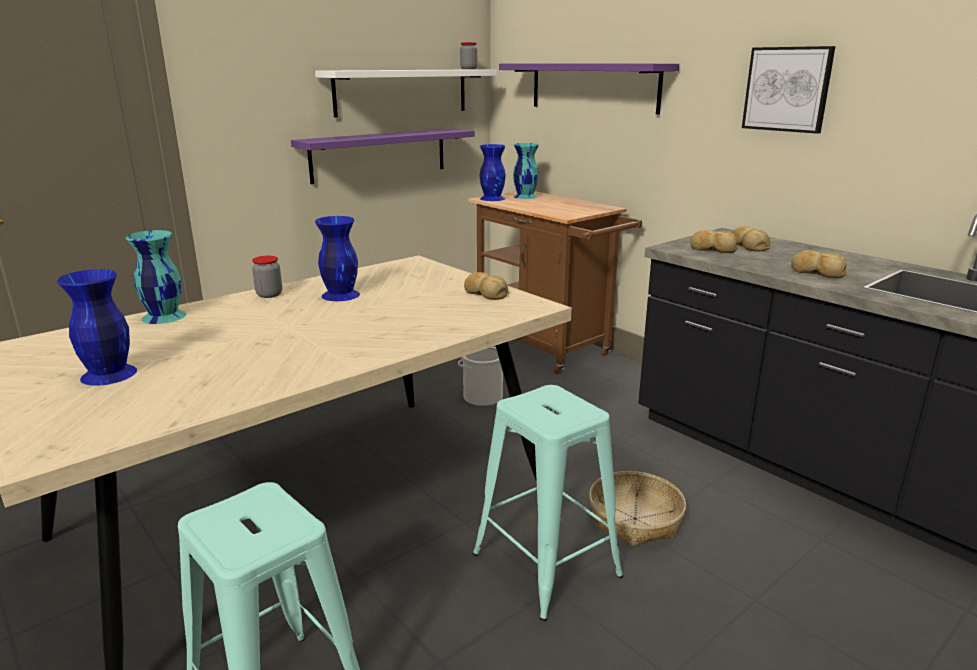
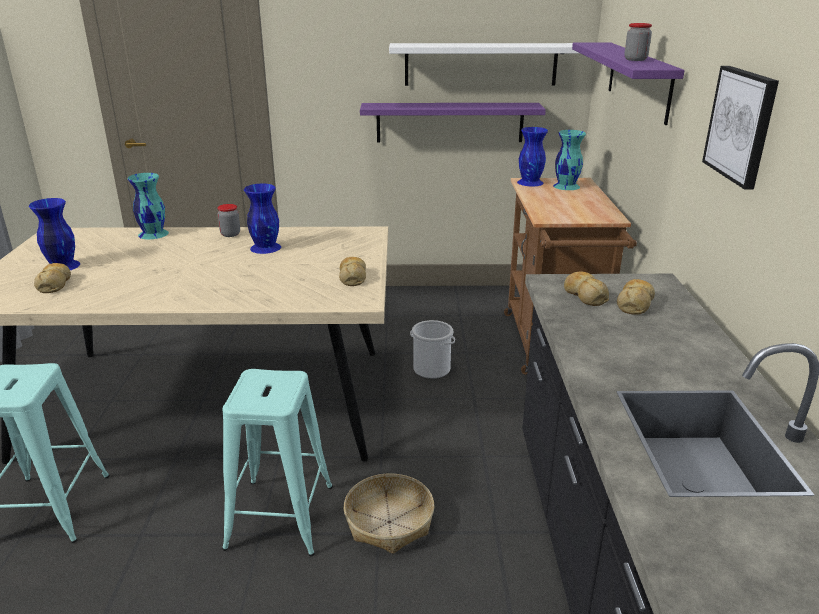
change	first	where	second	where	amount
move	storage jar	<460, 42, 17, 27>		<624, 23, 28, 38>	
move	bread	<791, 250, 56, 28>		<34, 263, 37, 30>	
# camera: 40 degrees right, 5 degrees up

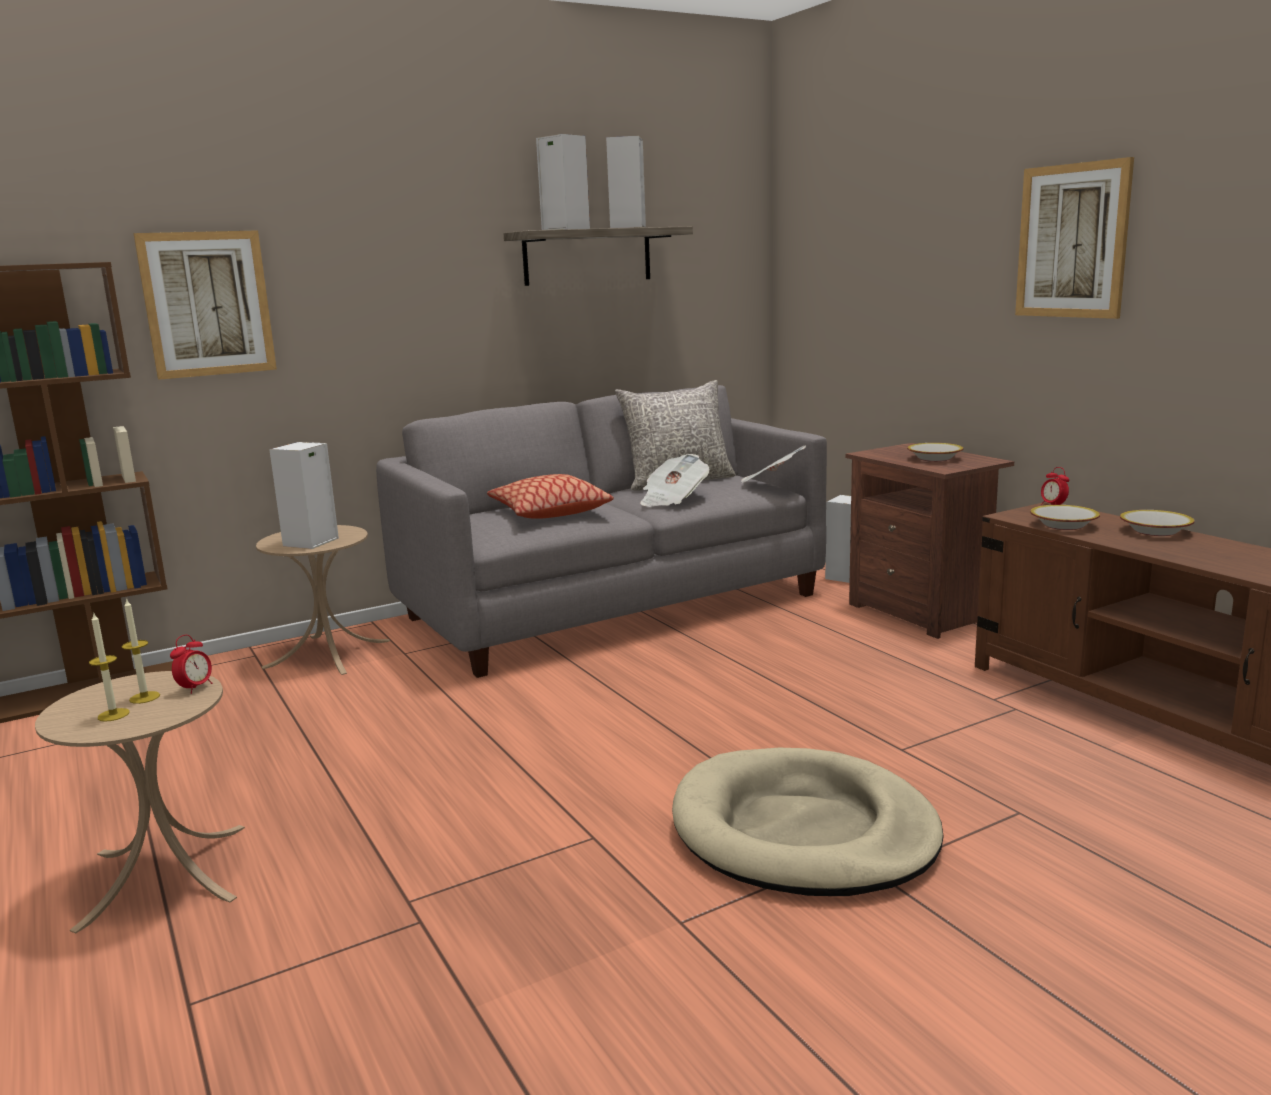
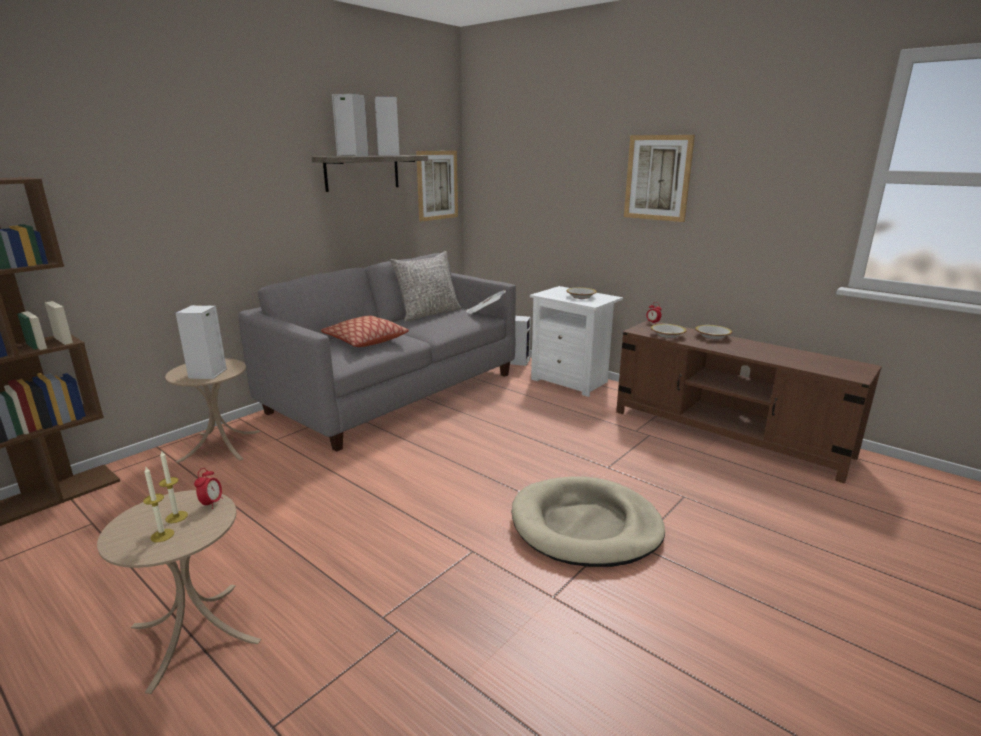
change	first	where	second	where	amount
move	wall picture	<134, 230, 143, 150>		<416, 151, 42, 71>	
delete	printed paper	<640, 454, 69, 53>			
recolor	brownish nightstand	<846, 443, 168, 196>	whitish nightstand	<530, 286, 93, 111>	
# camera: 20 degrees left, 5 degrees up

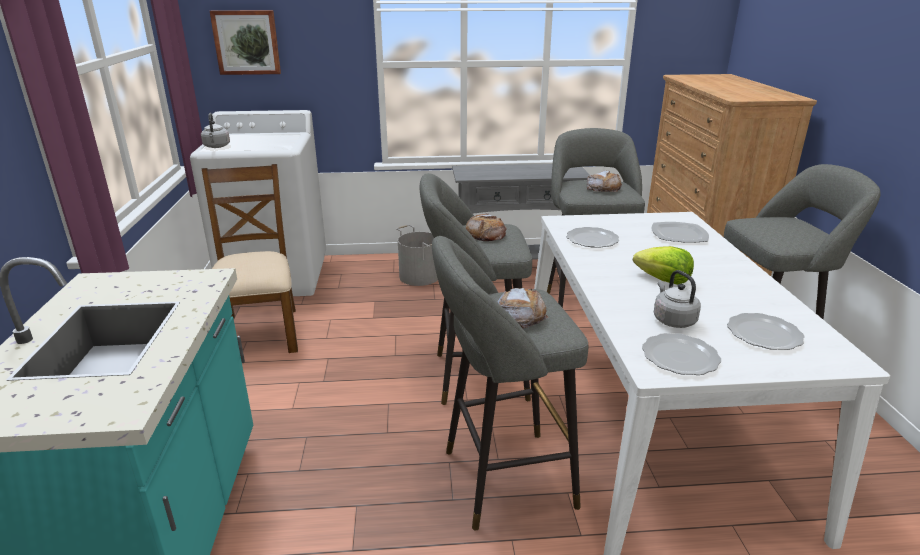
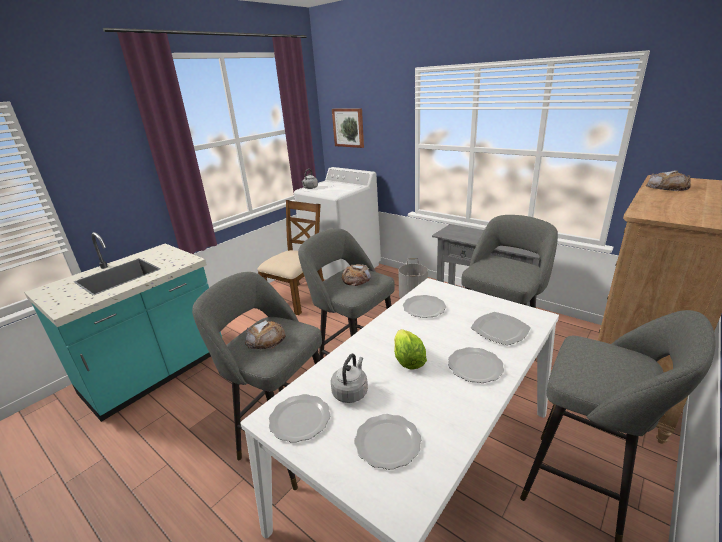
change	first	where	second	where	amount
move	bread	<587, 170, 35, 22>		<646, 170, 45, 21>	
insert			plate	<448, 347, 56, 36>	
# camera: 45 degrees right, 0 degrees up

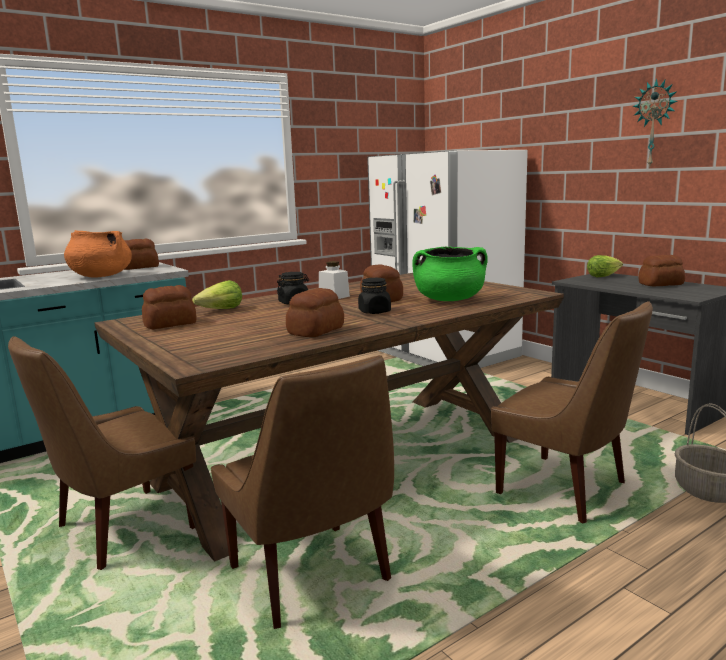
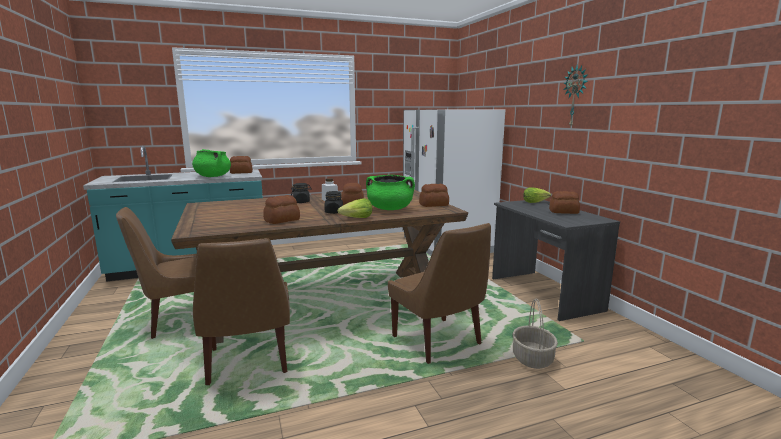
change	first	where	second	where	amount
recolor	orange-coloured cooking pot	<64, 230, 68, 48>	greenish cooking pot	<192, 149, 39, 28>	
move	bread	<142, 285, 55, 44>		<419, 184, 30, 23>	
move	lettuce head	<192, 280, 50, 29>		<338, 198, 34, 20>	
# camera: 15 degrees right, 0 degrees up

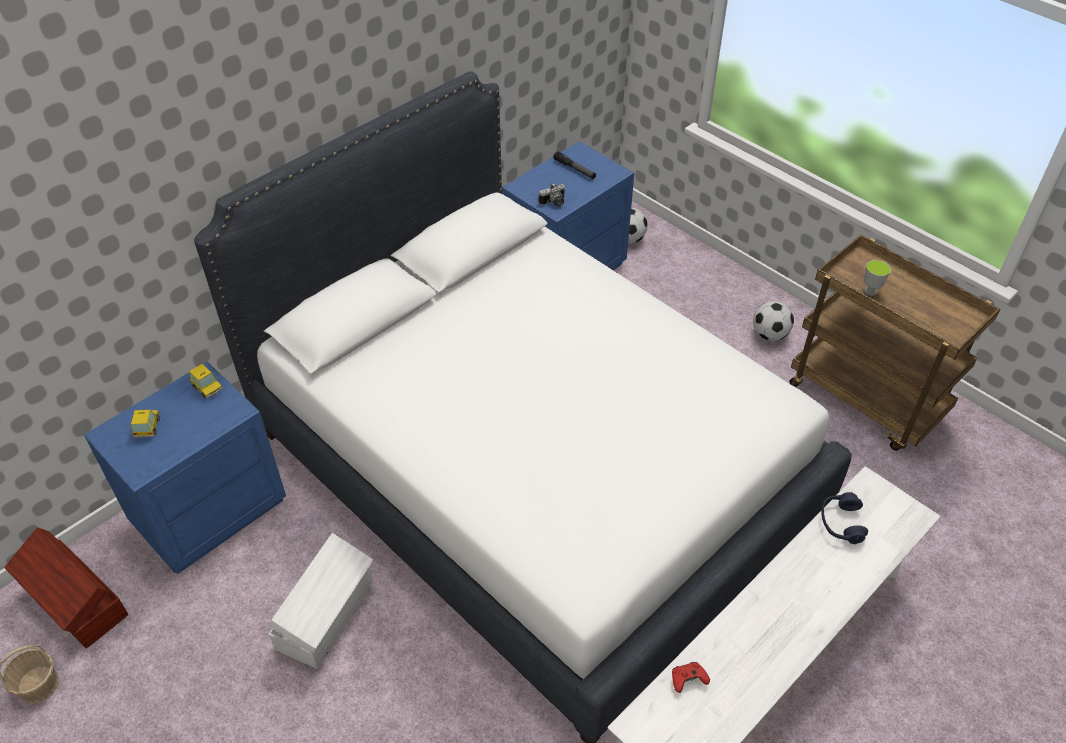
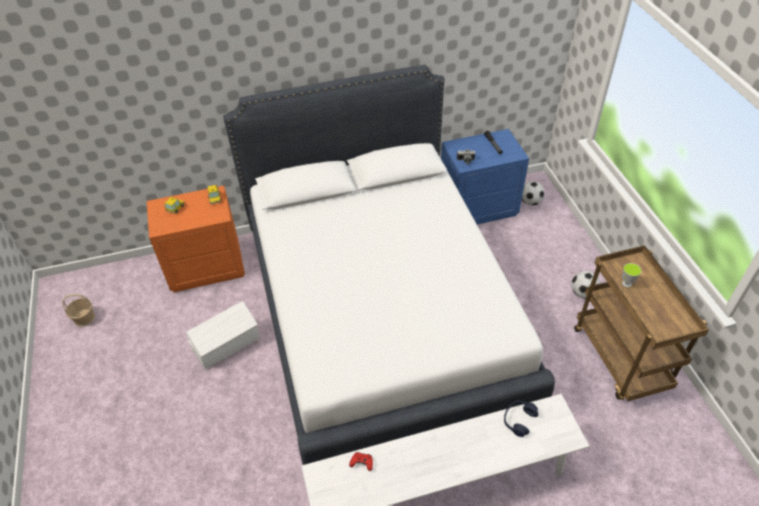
change	first	where	second	where	amount
delete	brownish storage box	<4, 527, 124, 122>			
recolor	blue-coloured nightstand	<84, 362, 202, 212>	orange-coloured nightstand	<146, 186, 99, 107>	
# camera: 30 degrees right, 0 degrees up

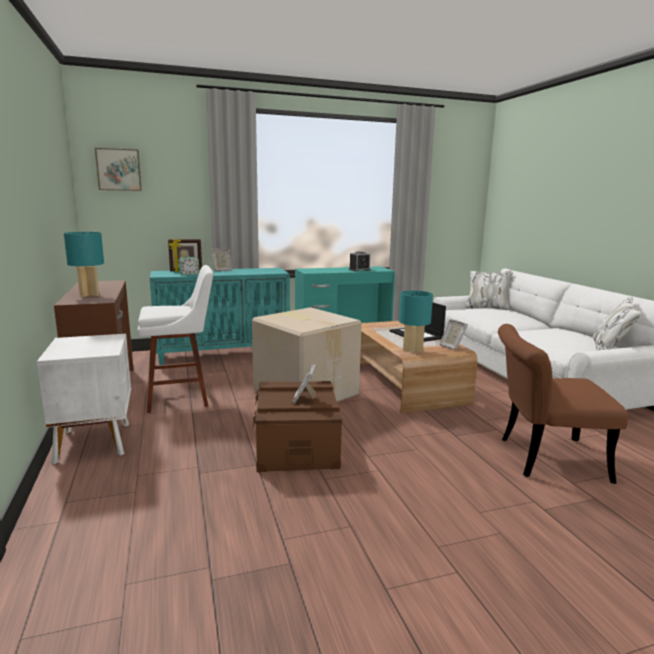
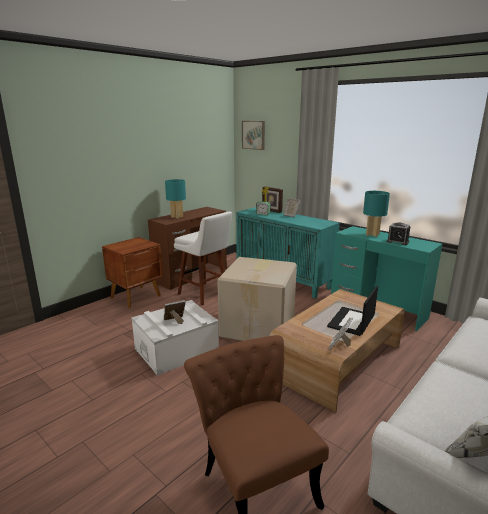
change	first	where	second	where	amount
recolor	whitish nightstand	<37, 334, 94, 130>	brownish nightstand	<102, 237, 61, 71>	
recolor	brownish storage box	<253, 381, 89, 91>	whitish storage box	<131, 300, 88, 76>	
move	turquoise lamp for a table	<399, 290, 34, 64>		<363, 191, 27, 46>	
# camera: 60 degrees right, 5 degrees up

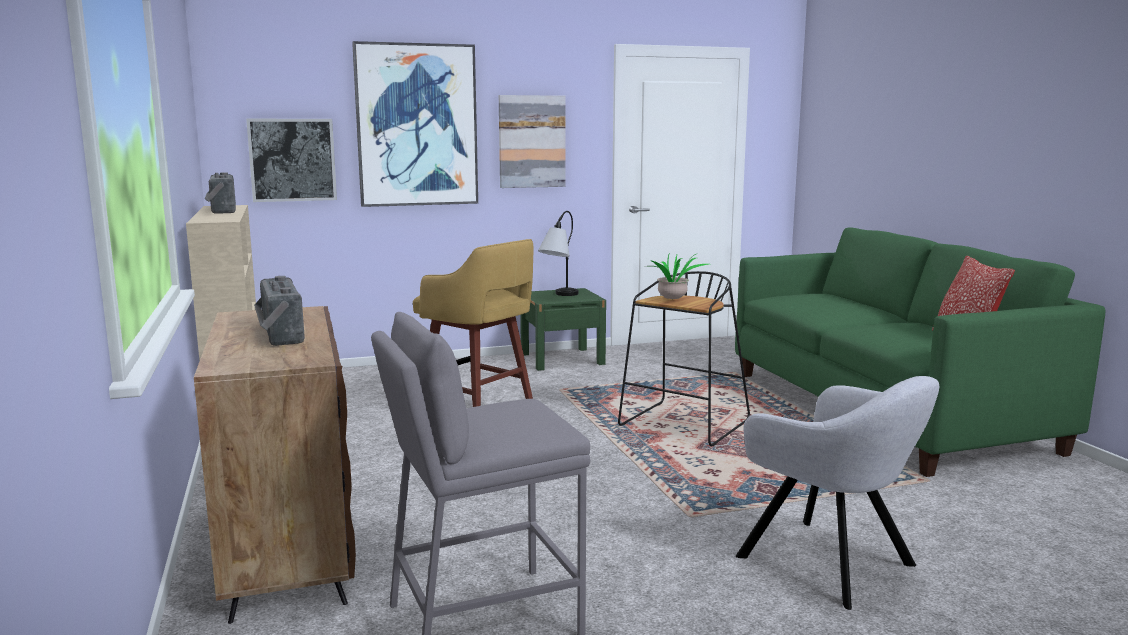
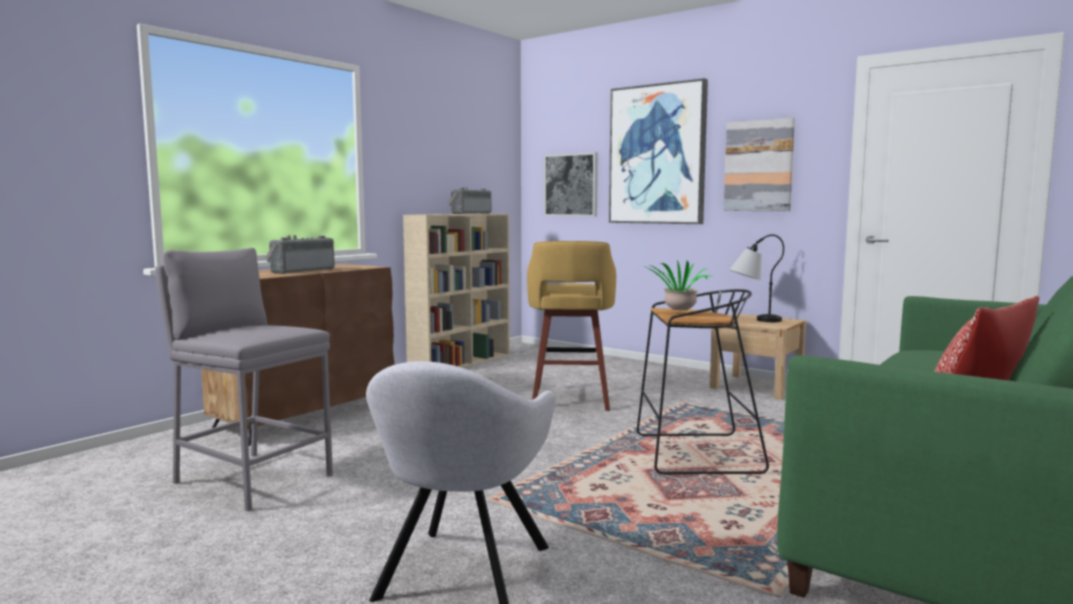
change	first	where	second	where	amount
recolor	greenish nightstand	<520, 288, 86, 83>	sand-coloured nightstand	<710, 314, 96, 86>	
# camera: 55 degrees right, 5 degrees down

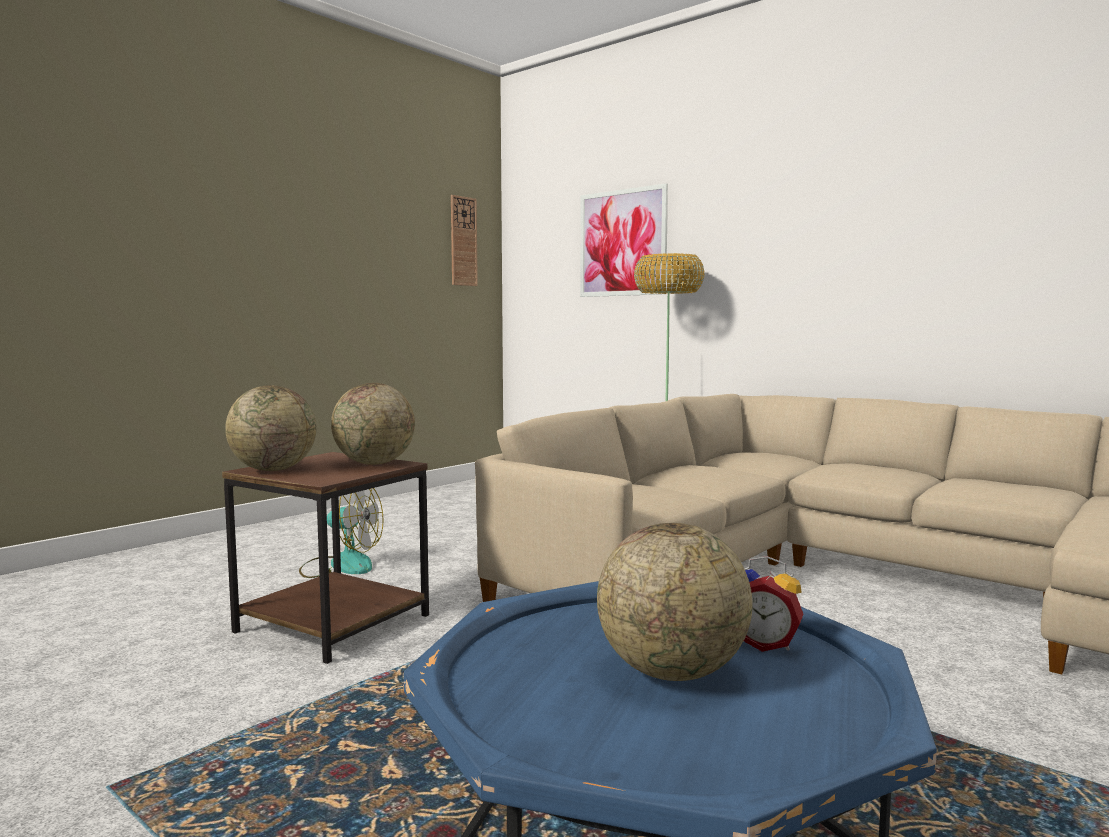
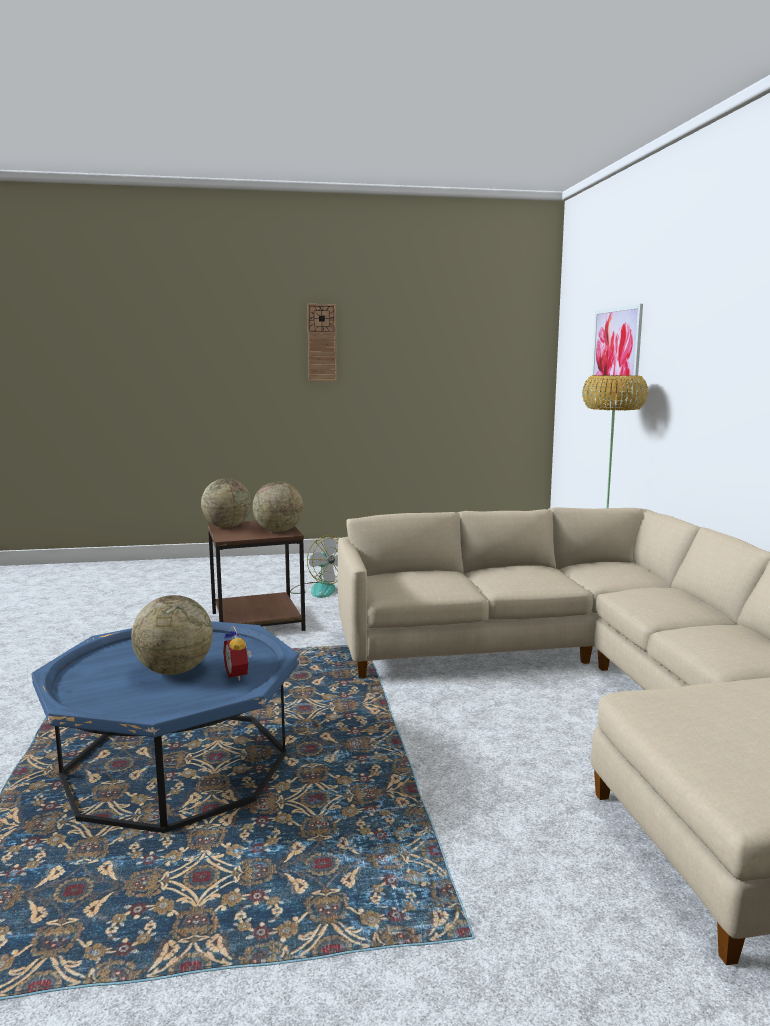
change	first	where	second	where	amount
move	wall clock	<451, 195, 27, 91>		<307, 304, 30, 77>	
# camera: 40 degrees right, 5 degrees up

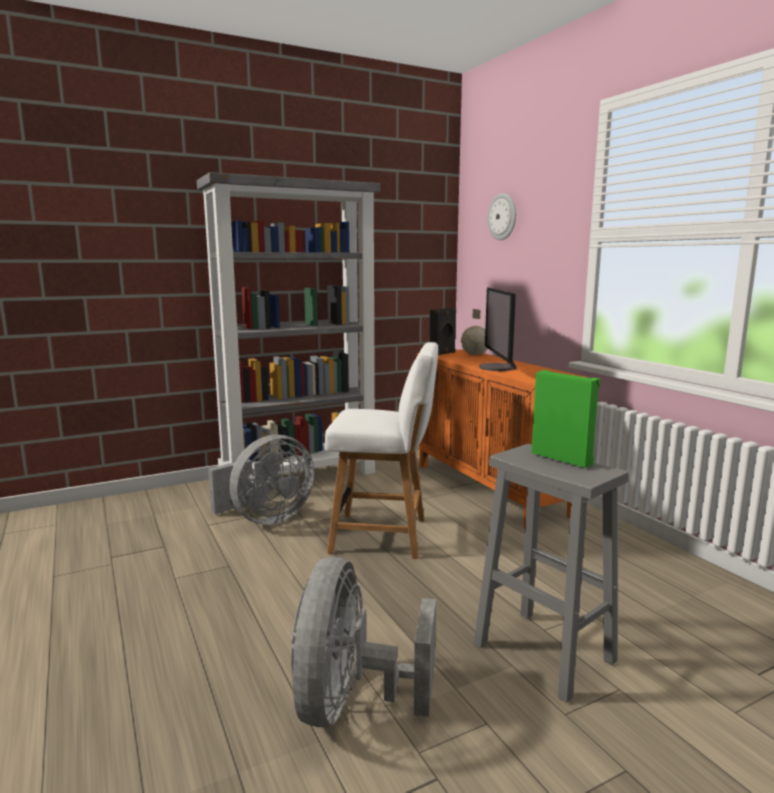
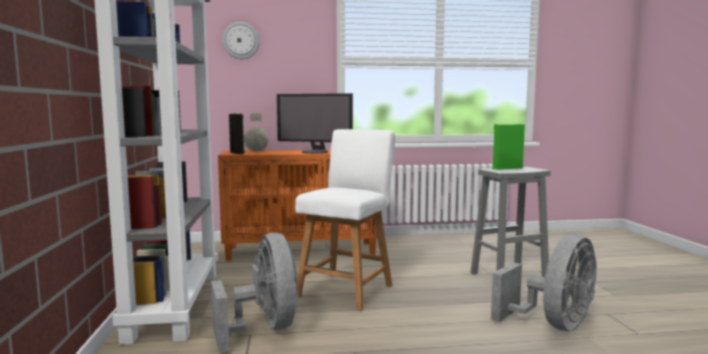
change	first	where	second	where	amount
rotate	gray electric fan	<291, 557, 145, 170>		<491, 234, 106, 97>	75 degrees counterclockwise
# camera: 70 degrees left, 5 degrees down

